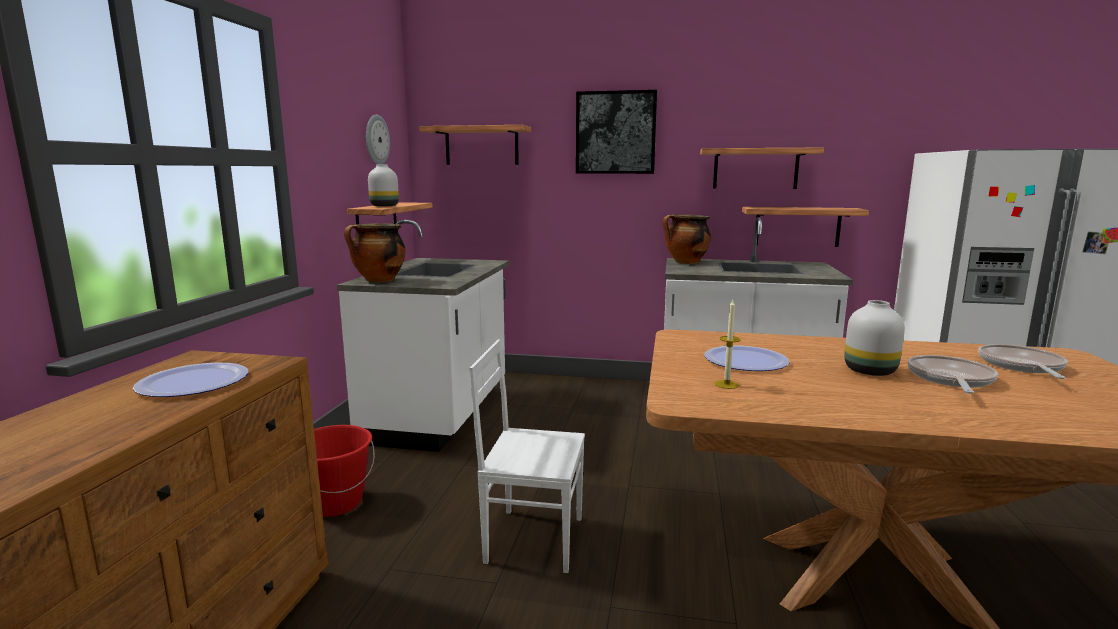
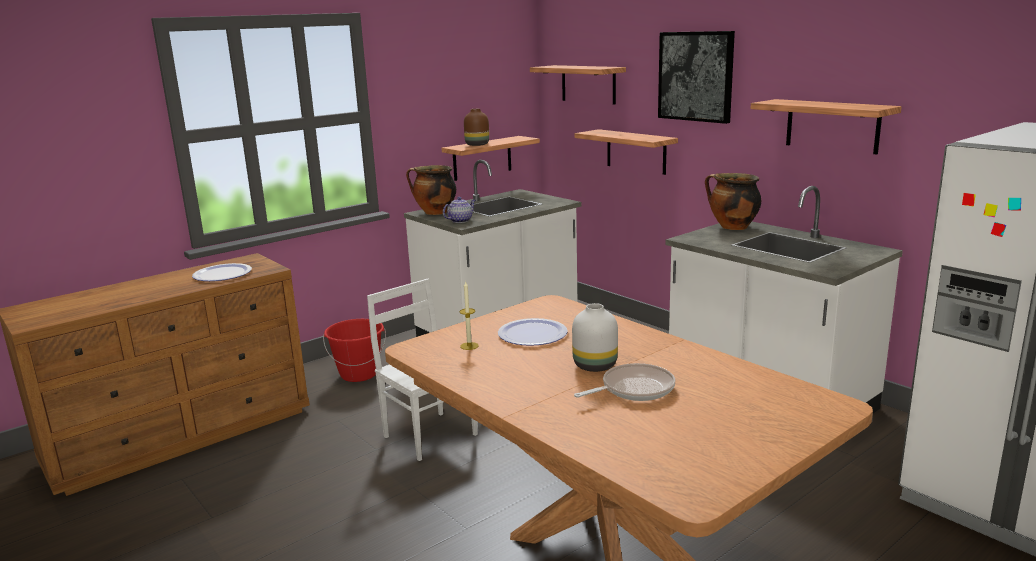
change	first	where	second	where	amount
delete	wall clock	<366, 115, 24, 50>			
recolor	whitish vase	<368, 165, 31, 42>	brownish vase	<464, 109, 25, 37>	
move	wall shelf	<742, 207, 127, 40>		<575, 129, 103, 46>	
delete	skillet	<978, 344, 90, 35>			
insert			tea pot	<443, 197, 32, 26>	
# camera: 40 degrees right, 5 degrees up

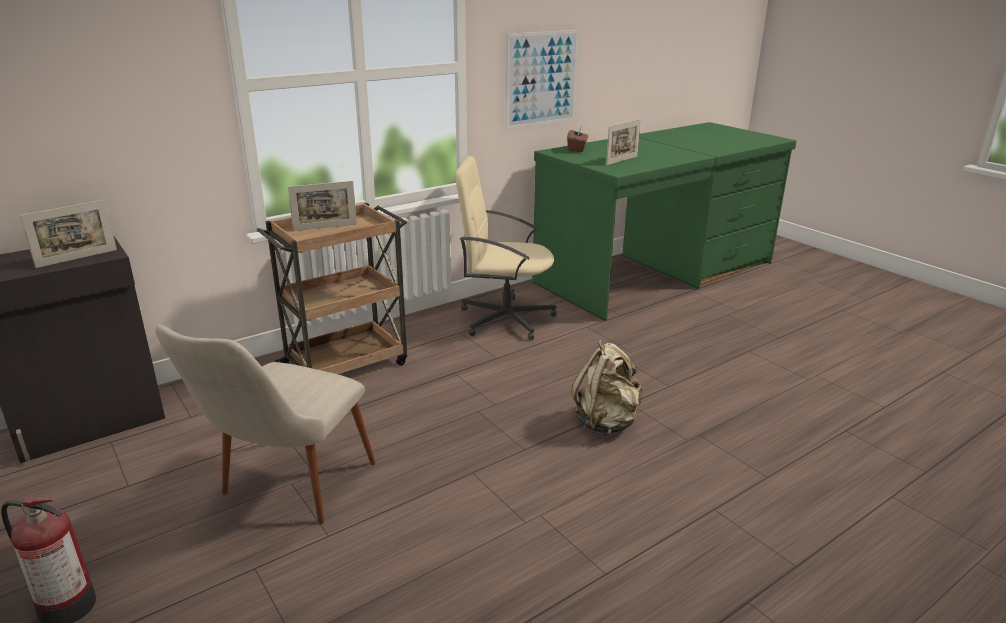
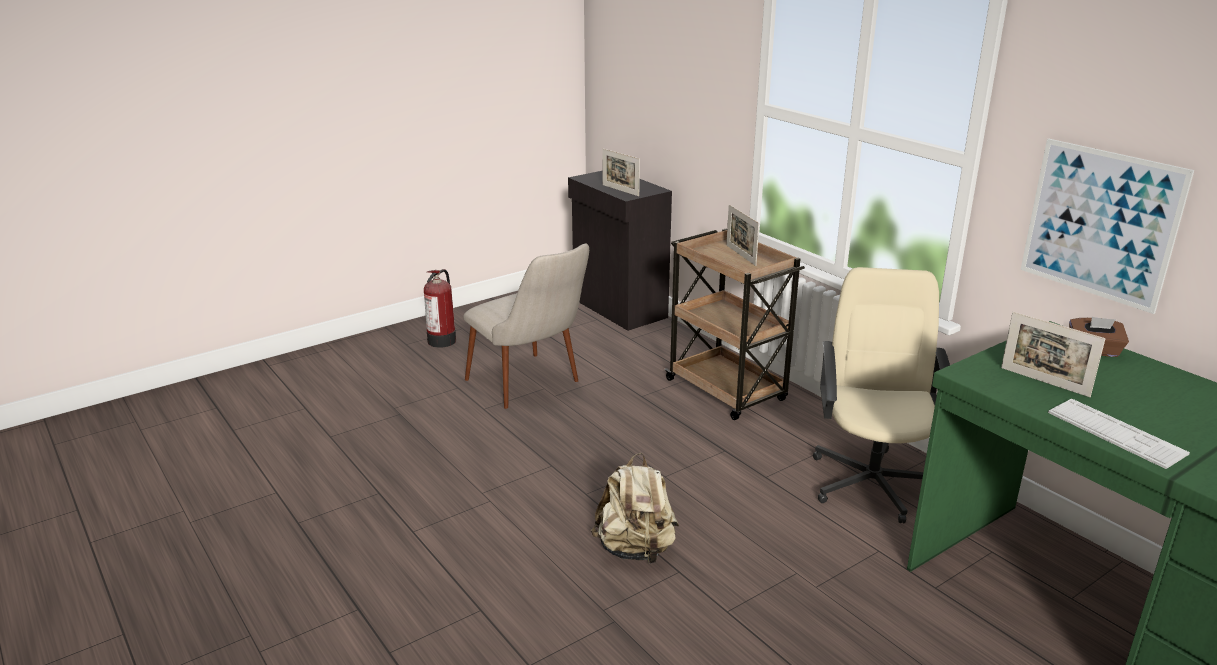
change	first	where	second	where	amount
rotate	sand-coloured upright chair	<155, 325, 221, 199>		<463, 244, 126, 165>	150 degrees counterclockwise
insert			computer keyboard	<1048, 398, 142, 71>	
# camera: 90 degrees right, 0 degrees up

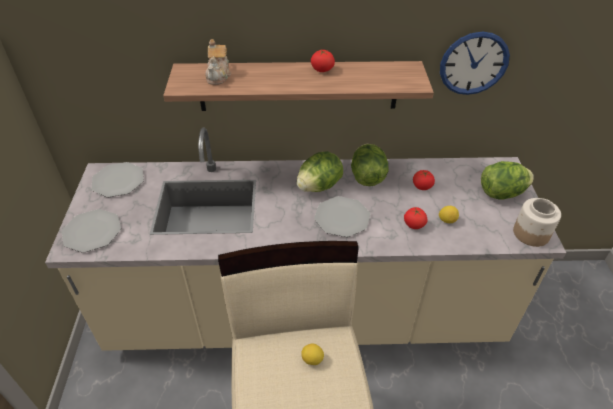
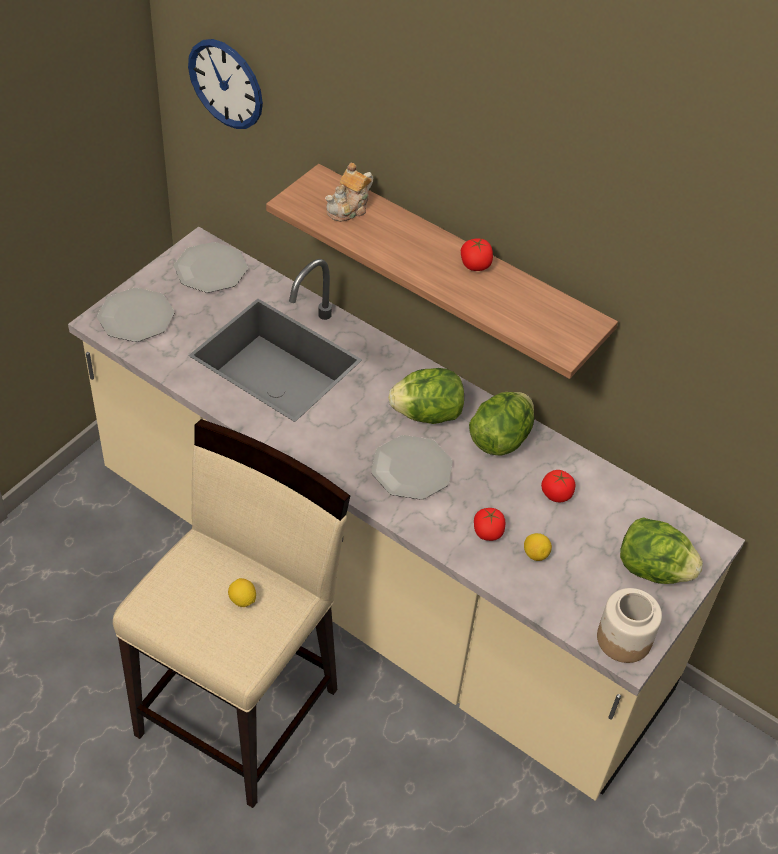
change	first	where	second	where	amount
move	wall clock	<440, 31, 70, 64>		<188, 39, 75, 90>	
# camera: 35 degrees right, 5 degrees up

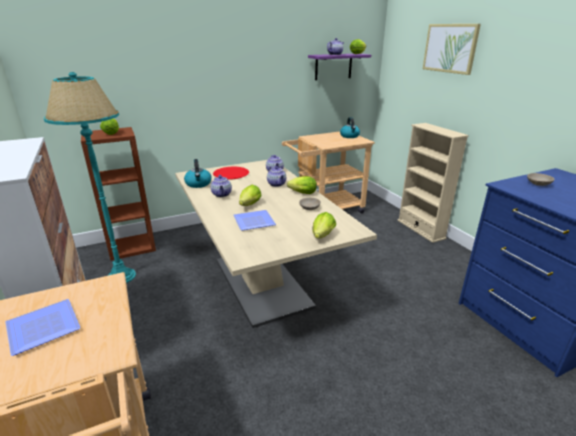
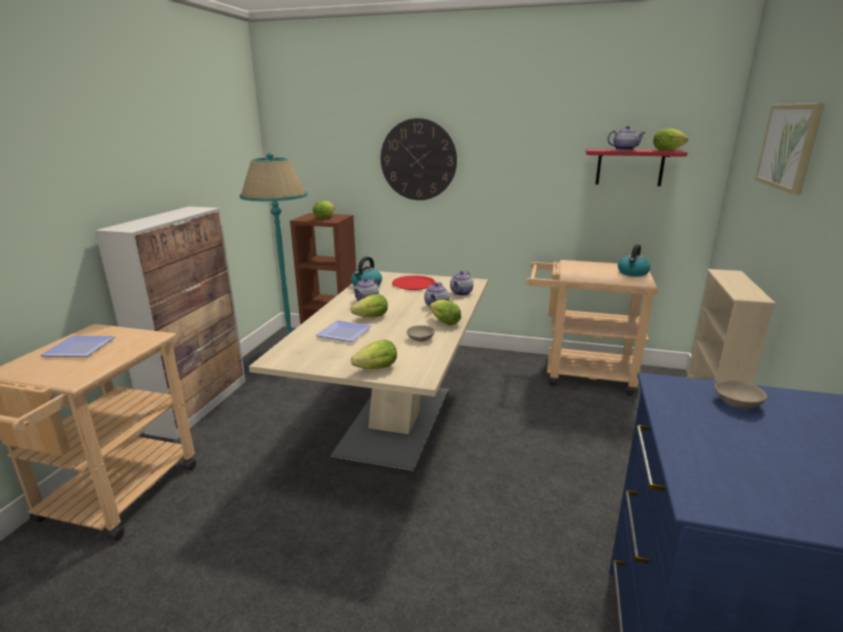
change	first	where	second	where	amount
recolor	purplish wall shelf	<308, 54, 63, 26>	red-coloured wall shelf	<586, 149, 102, 37>	
insert			wall clock	<381, 118, 76, 82>	
# camera: 40 degrees right, 5 degrees down

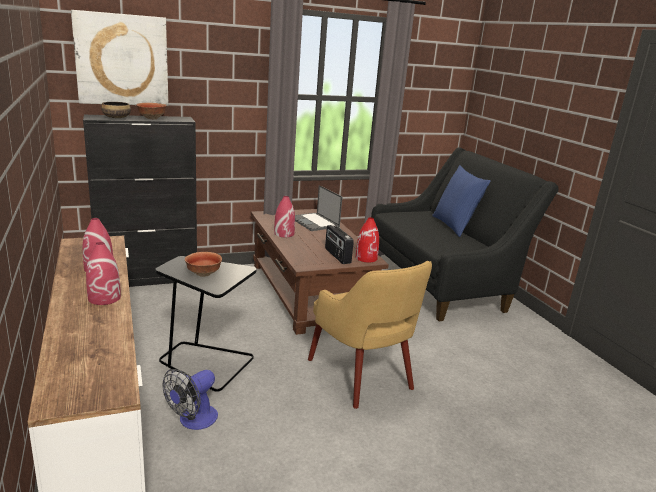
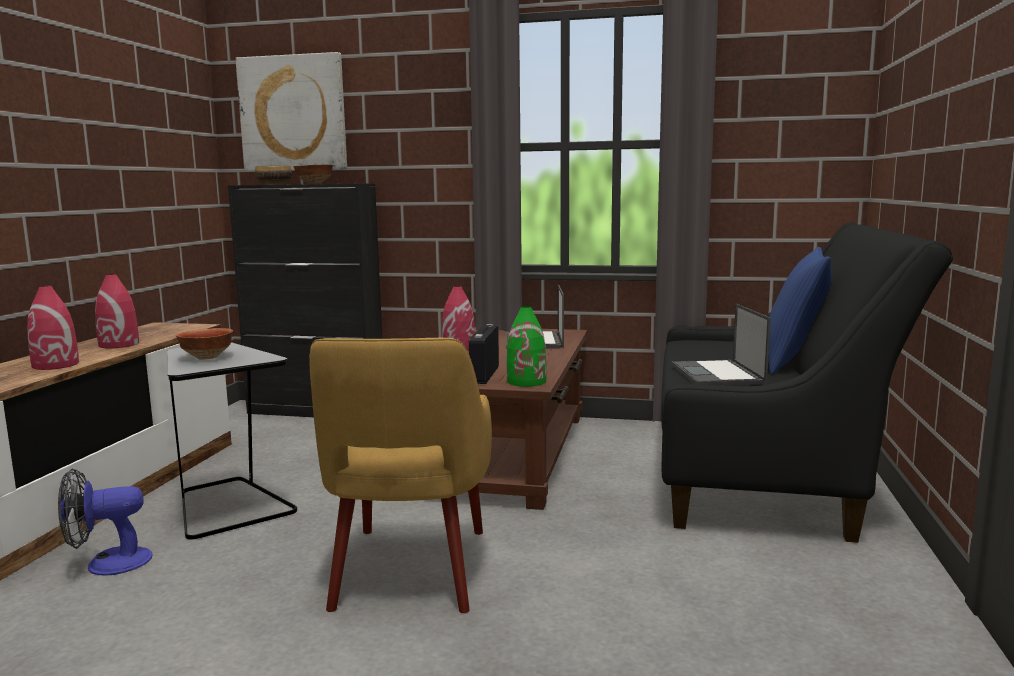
change	first	where	second	where	amount
recolor	red-coloured vase	<356, 217, 23, 46>	greenish vase	<507, 306, 40, 81>	
insert			notebook computer	<671, 304, 100, 82>	
# camera: 35 degrees right, 10 degrees down

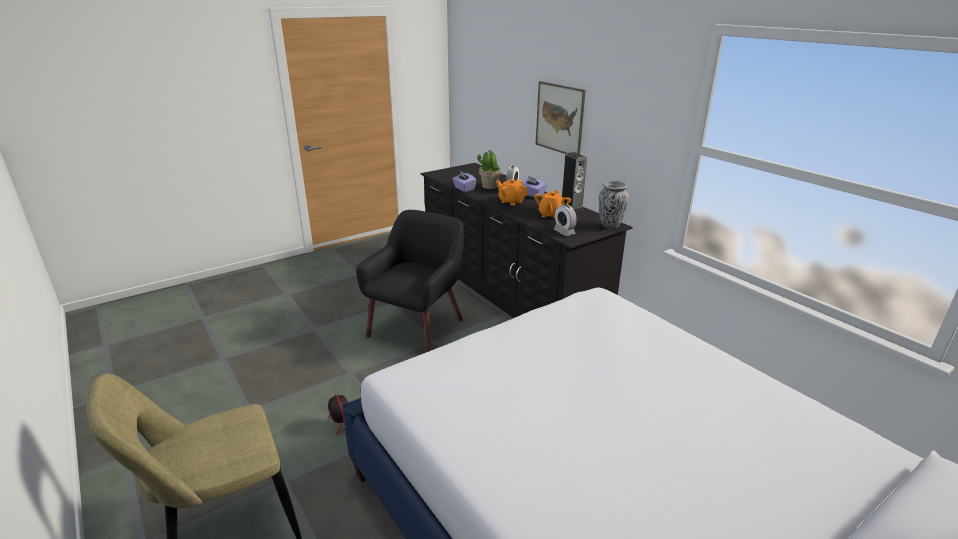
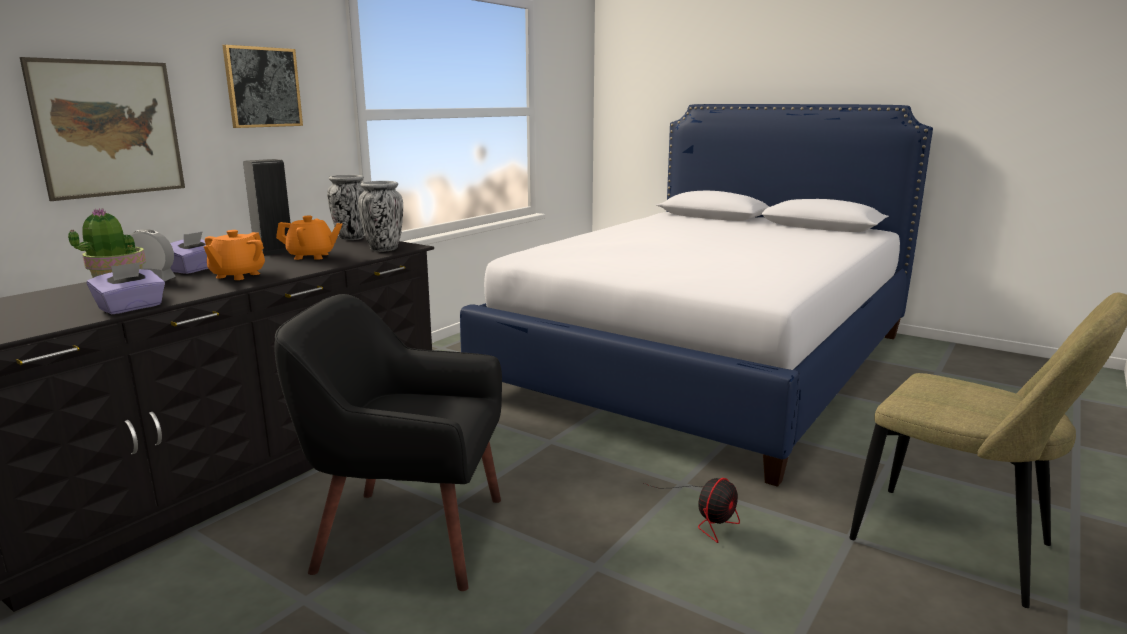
change	first	where	second	where	amount
replace	table clock	<554, 204, 23, 32>	vase	<358, 181, 45, 71>	
insert			wall picture	<222, 45, 81, 83>	
# camera: 110 degrees left, 10 degrees down

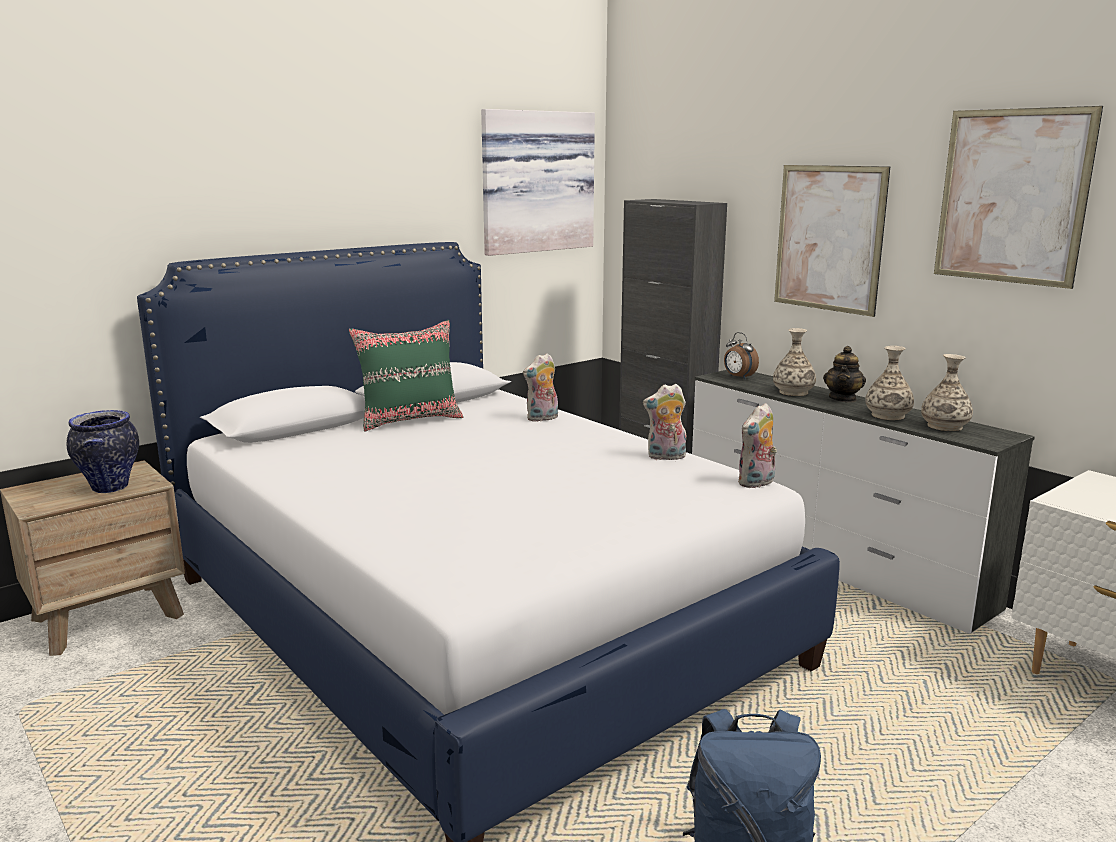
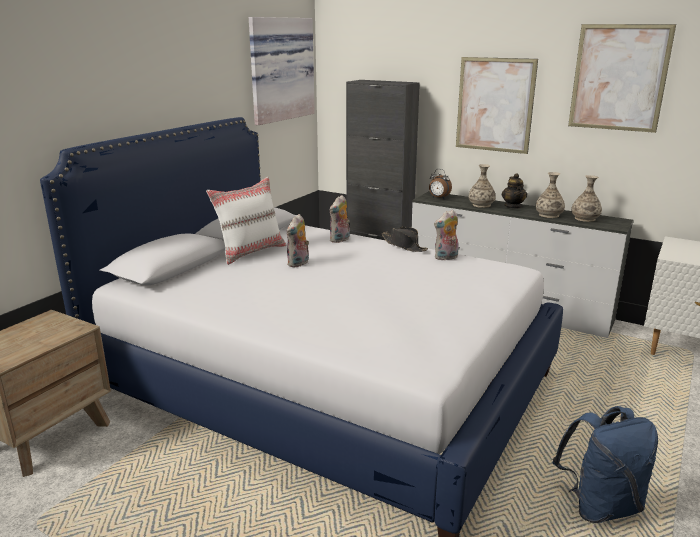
change	first	where	second	where	amount
delete	vase	<66, 410, 73, 83>			
recolor	greenish throw pillow	<349, 320, 115, 112>	whitish throw pillow	<206, 177, 81, 88>	
move	cuddly toy	<738, 403, 39, 85>		<287, 214, 22, 54>	
insert			black-coloured clothing hat	<382, 227, 46, 25>	
# camera: 20 degrees left, 5 degrees up

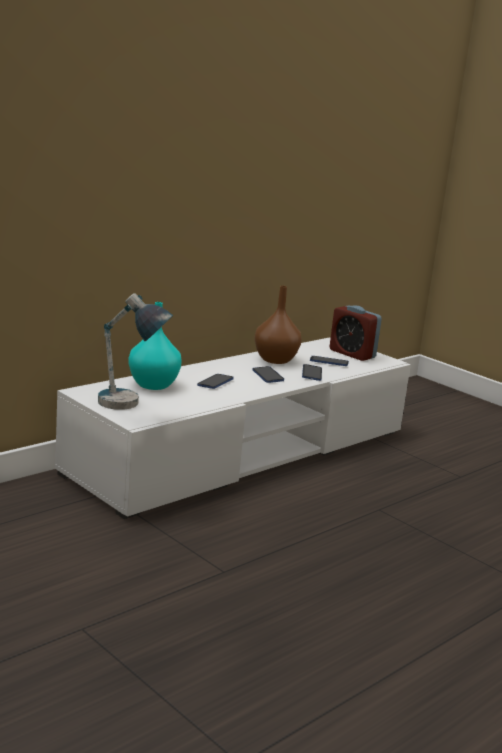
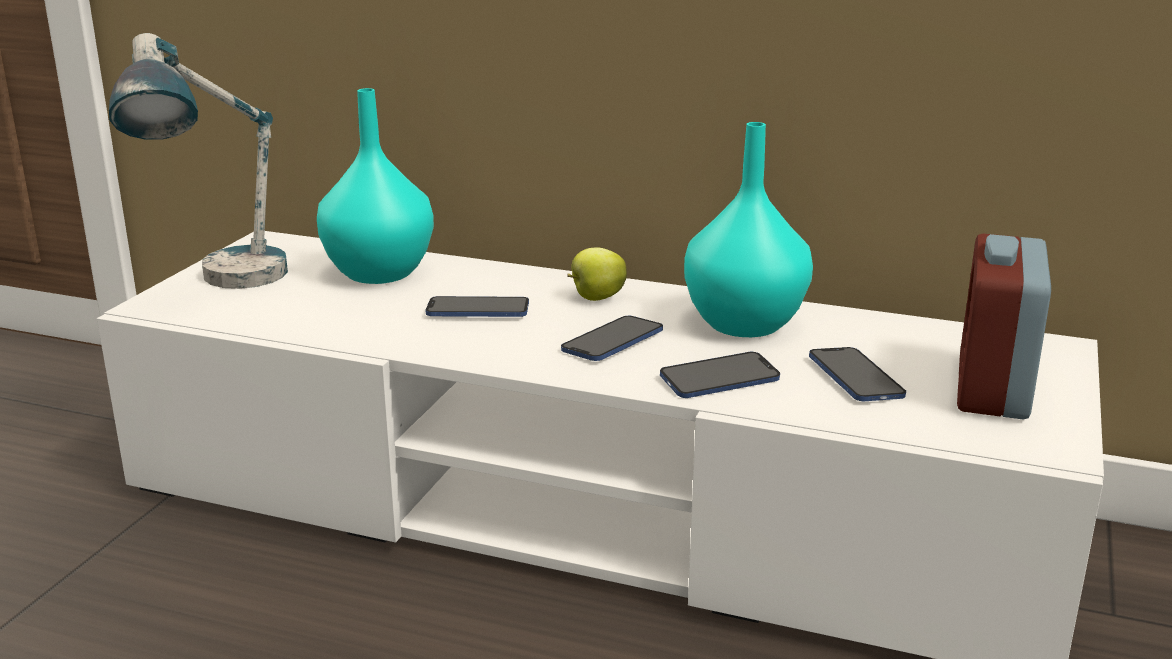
change	first	where	second	where	amount
recolor	brownish vase	<255, 286, 47, 78>	turquoise vase	<684, 122, 129, 215>	
insert			whole apple	<567, 248, 60, 53>	
# camera: 65 degrees right, 5 degrees up

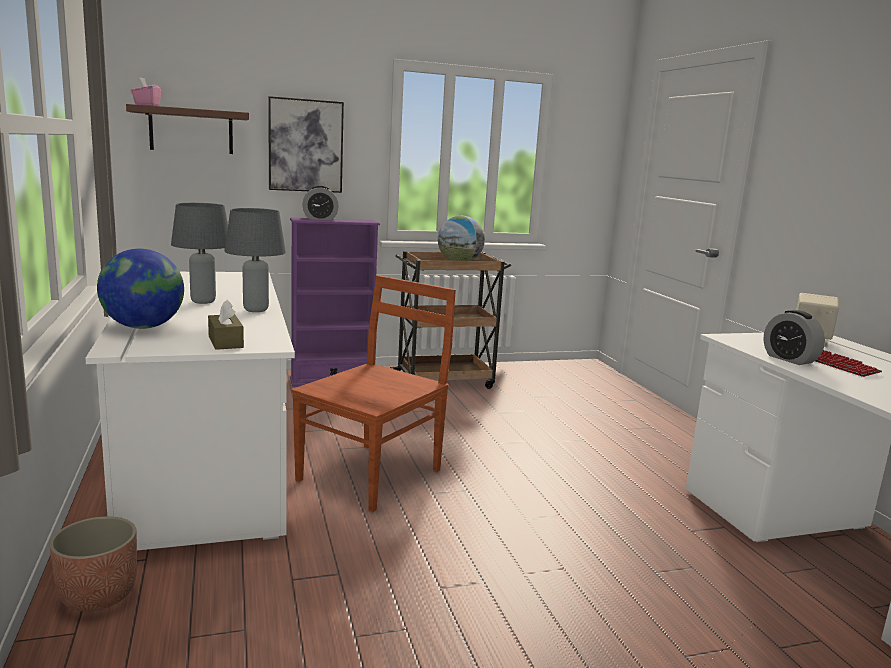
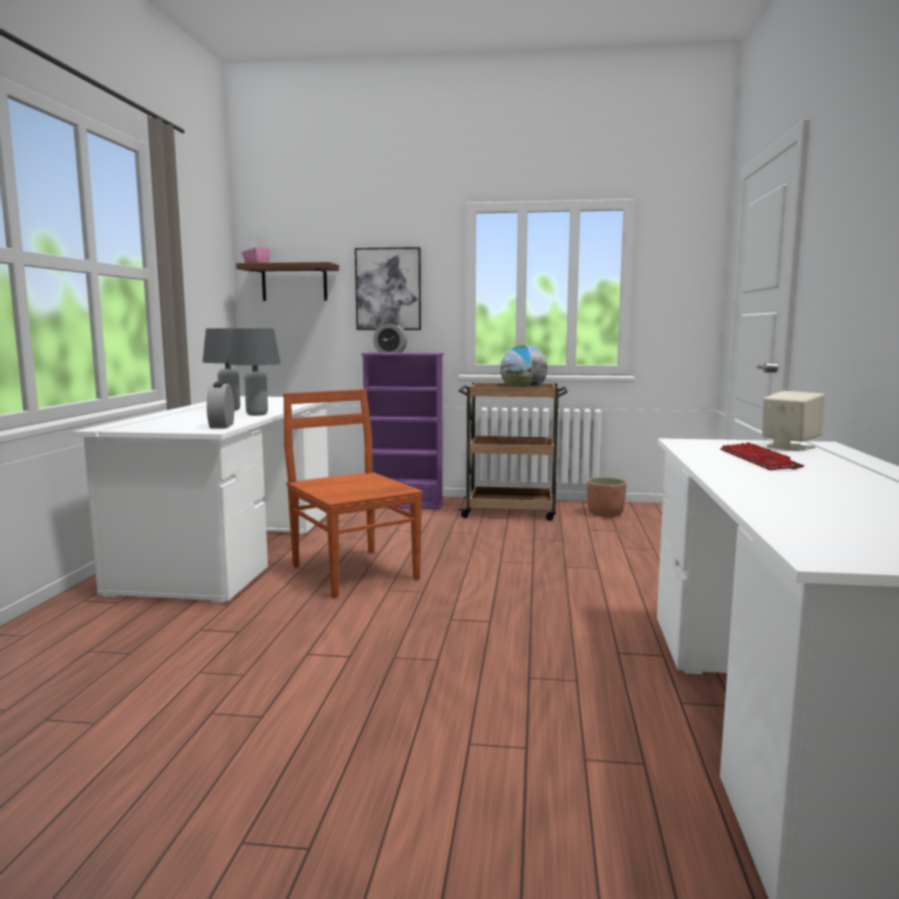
change	first	where	second	where	amount
move	flower pot	<49, 516, 88, 95>		<587, 477, 40, 40>	
delete	world globe	<97, 249, 87, 80>			
delete	brownish tissue holder	<208, 300, 36, 50>			
rotate	brownish upright chair	<291, 275, 165, 237>		<283, 389, 140, 209>	90 degrees counterclockwise
move	table clock	<764, 310, 61, 55>		<207, 382, 27, 46>	
# camera: 25 degrees right, 5 degrees down

